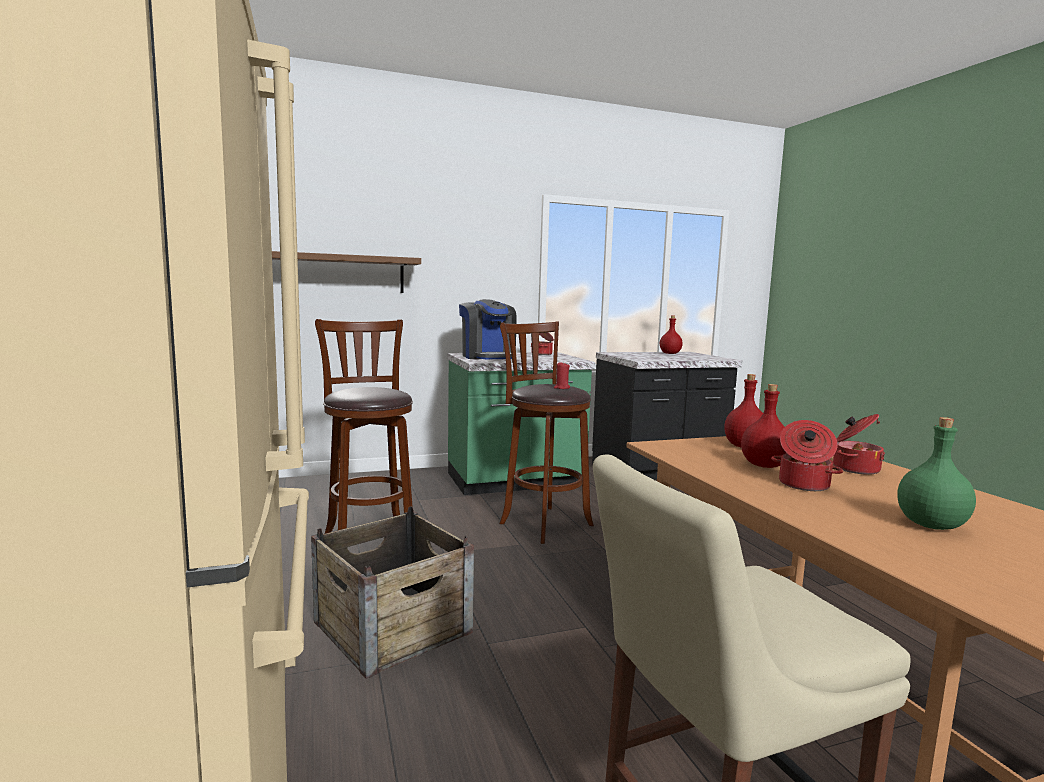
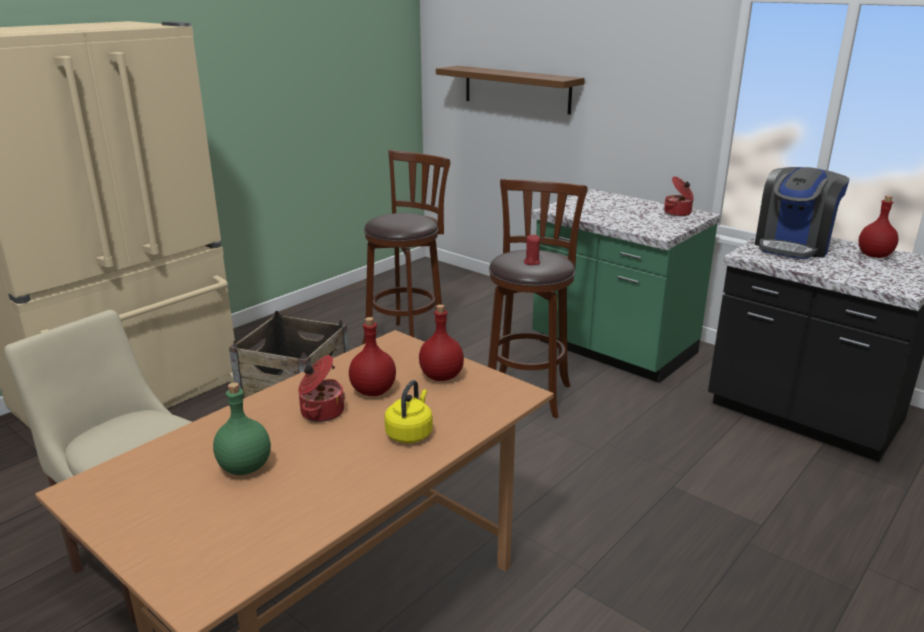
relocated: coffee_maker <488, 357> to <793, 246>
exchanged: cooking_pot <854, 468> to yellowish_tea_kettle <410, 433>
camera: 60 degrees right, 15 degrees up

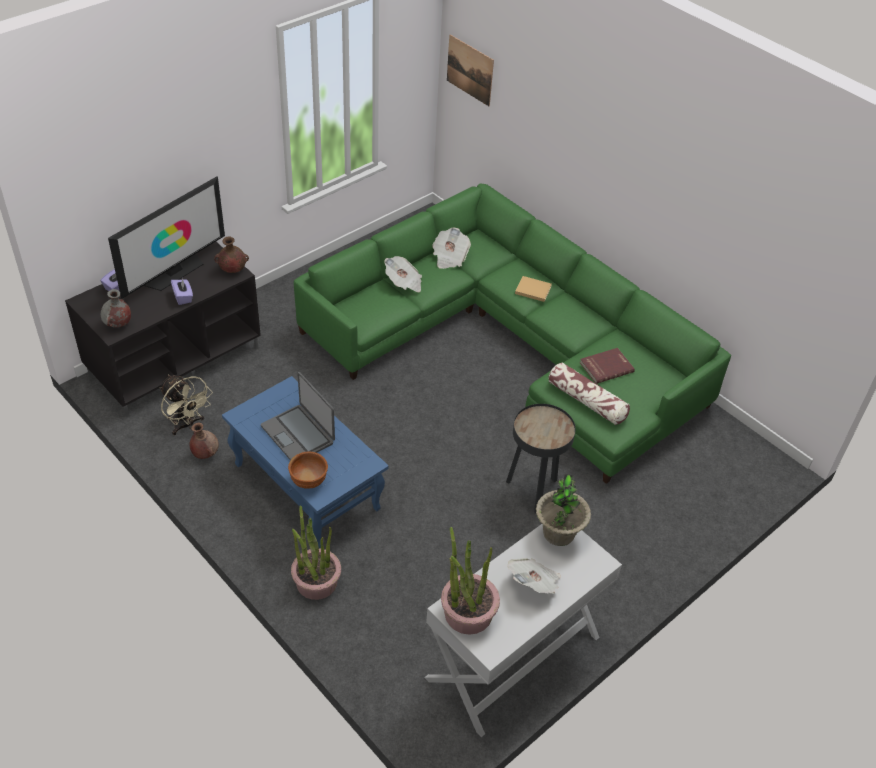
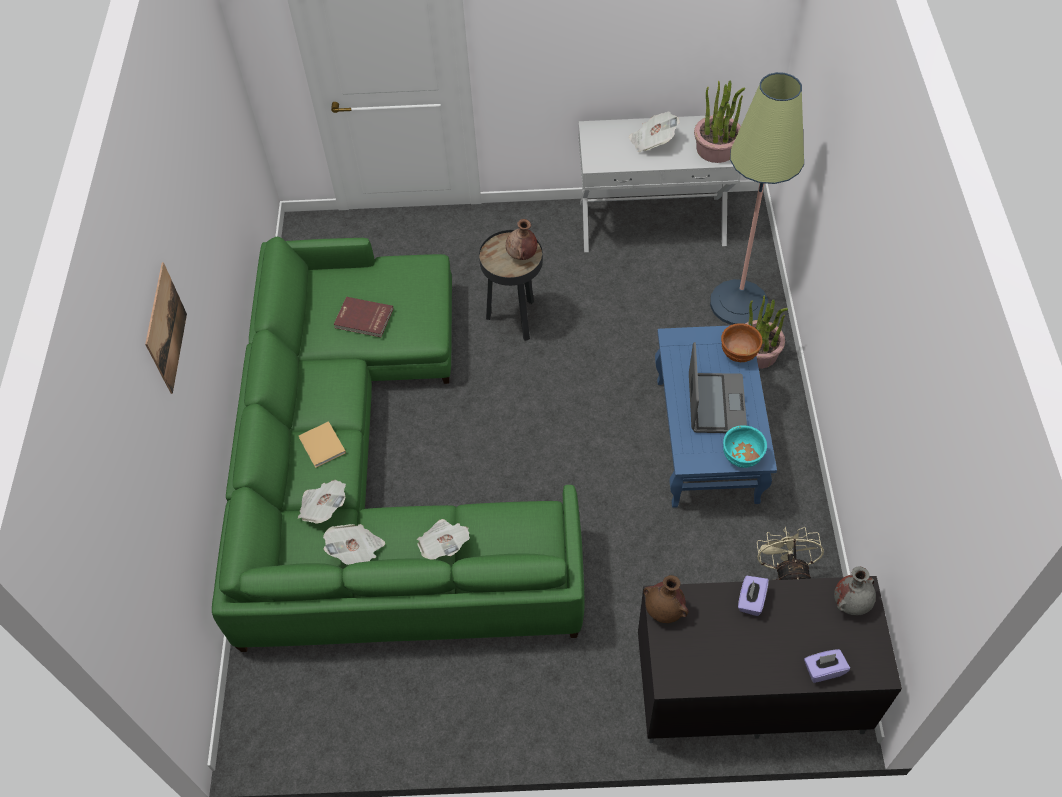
missing: television <174, 272>; plant_in_a_pot <558, 533>; pillow <587, 401>
appeared: printed_paper <323, 508>; floor_lamp <738, 303>; turquoise-coloured_bowl <741, 457>
relocated: picture <470, 70> to <166, 328>; brown_flower_vase <205, 453> to <522, 255>
camera: 135 degrees left, 10 degrees up

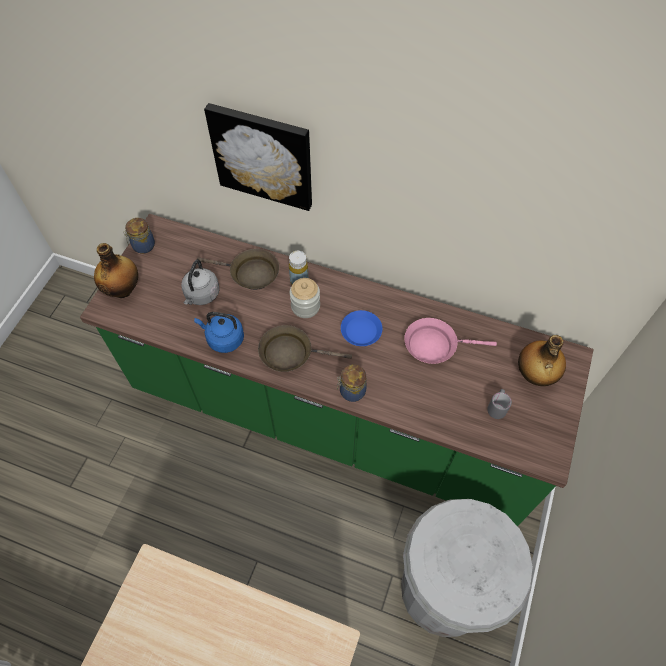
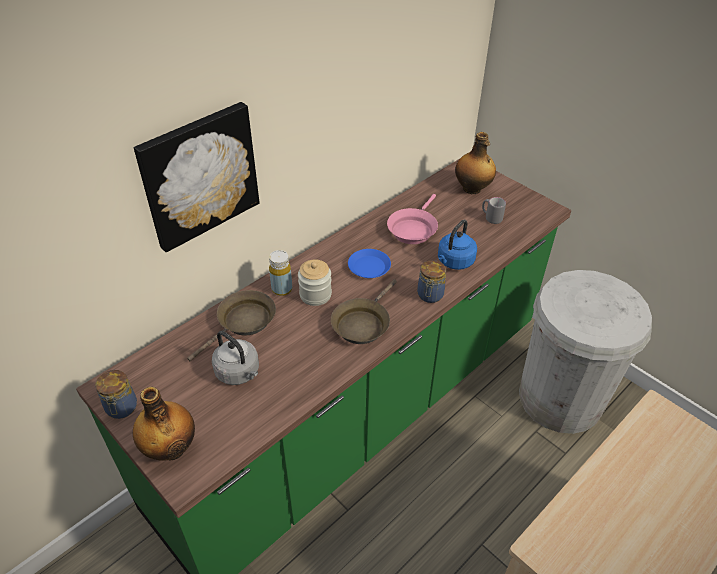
relocated: bluish_tea_kettle <223, 339> to <454, 262>
camera: 65 degrees left, 15 degrees down

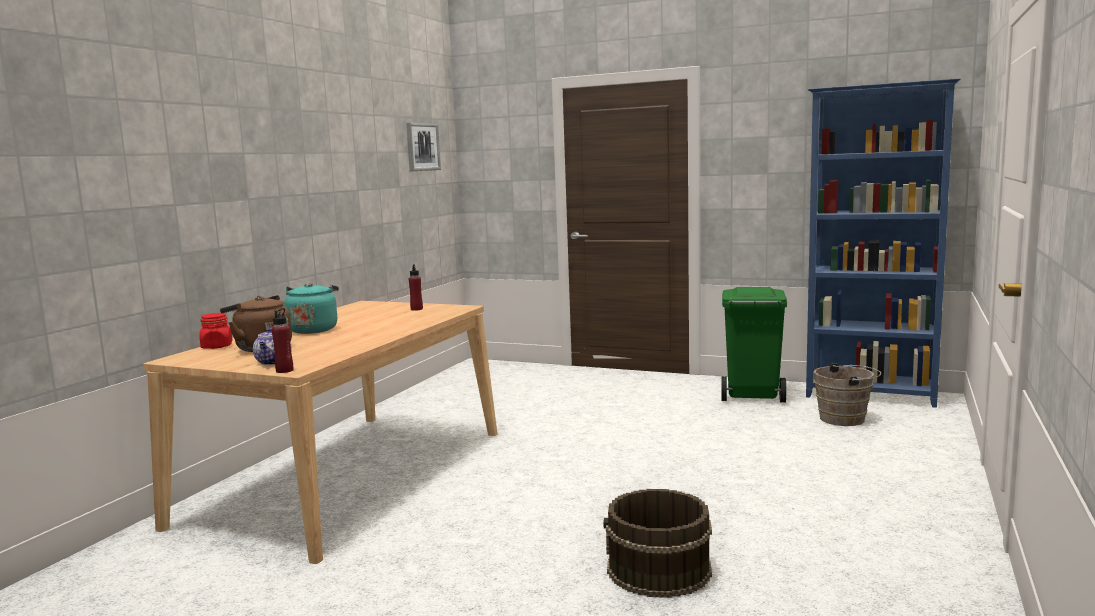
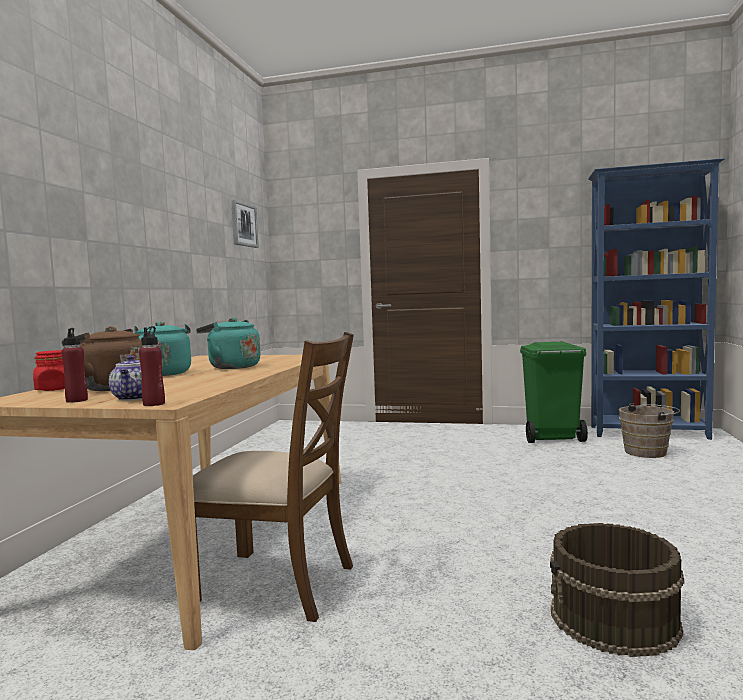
appeared: brown_upright_chair <275, 584>; turquoise-coloured_tea_kettle <231, 367>
relocated: red_bottle <416, 309> to <77, 400>
camera: 10 degrees left, 5 degrees down

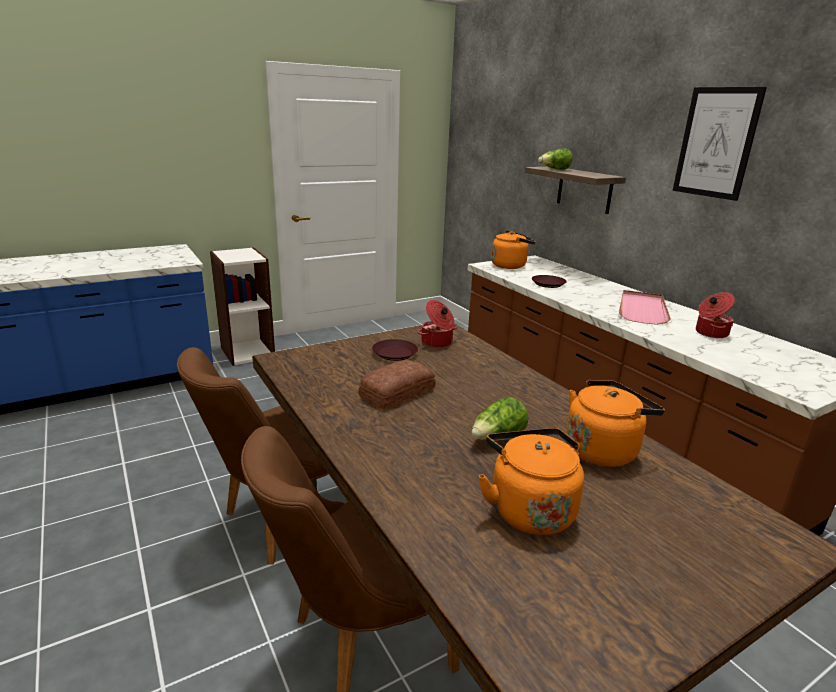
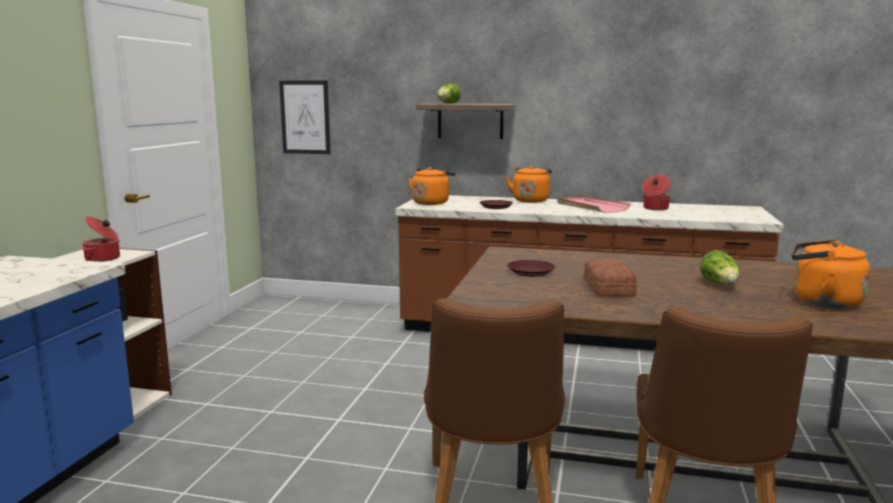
relocated: cooking_pot <437, 342> to <103, 258>; picture <716, 143> to <305, 117>; orangey_tea_kettle <603, 449> to <530, 200>
camera: 45 degrees left, 10 degrees down

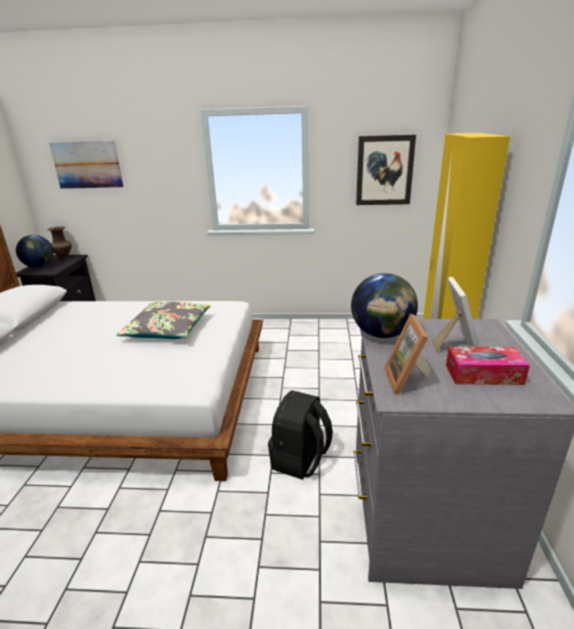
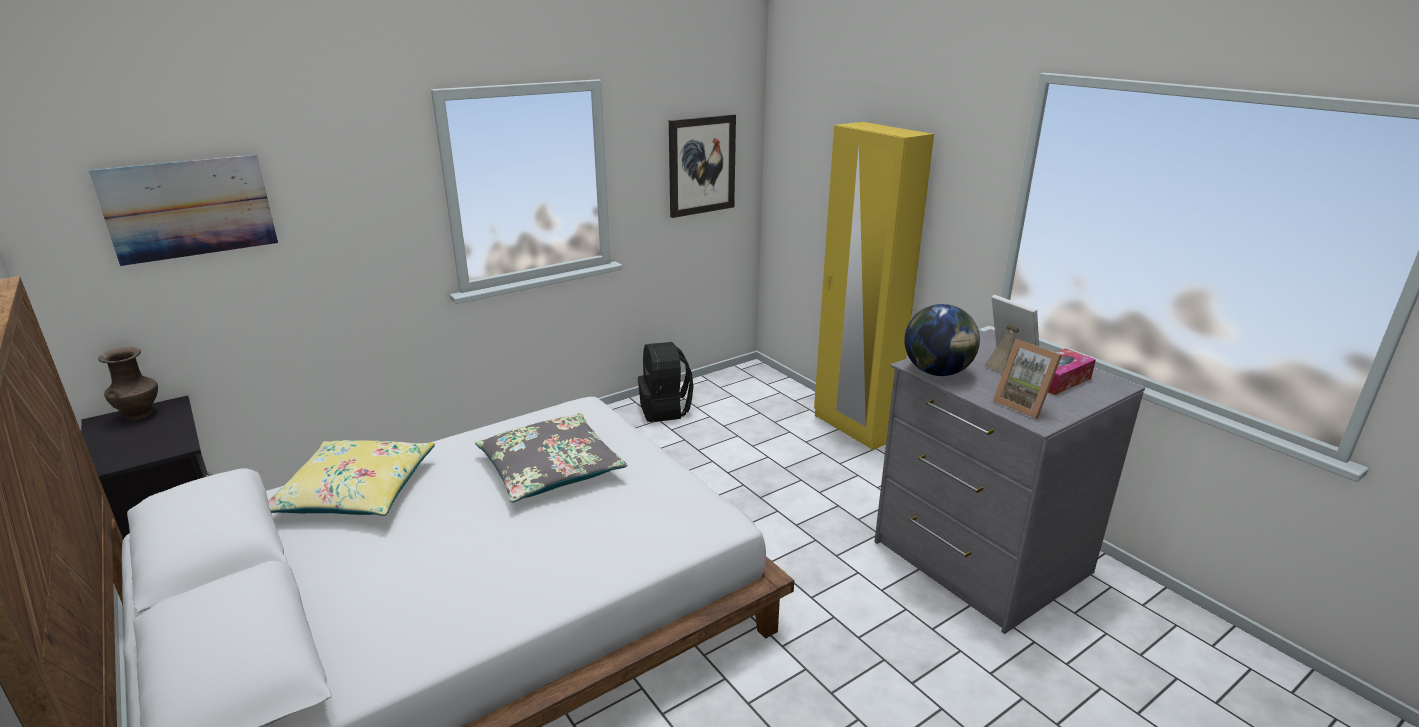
missing: world_globe <39, 266>
appeared: yellowish_pillow <356, 492>
relocated: black_rucksack <300, 460> to <665, 410>
camera: 40 degrees left, 0 degrees up

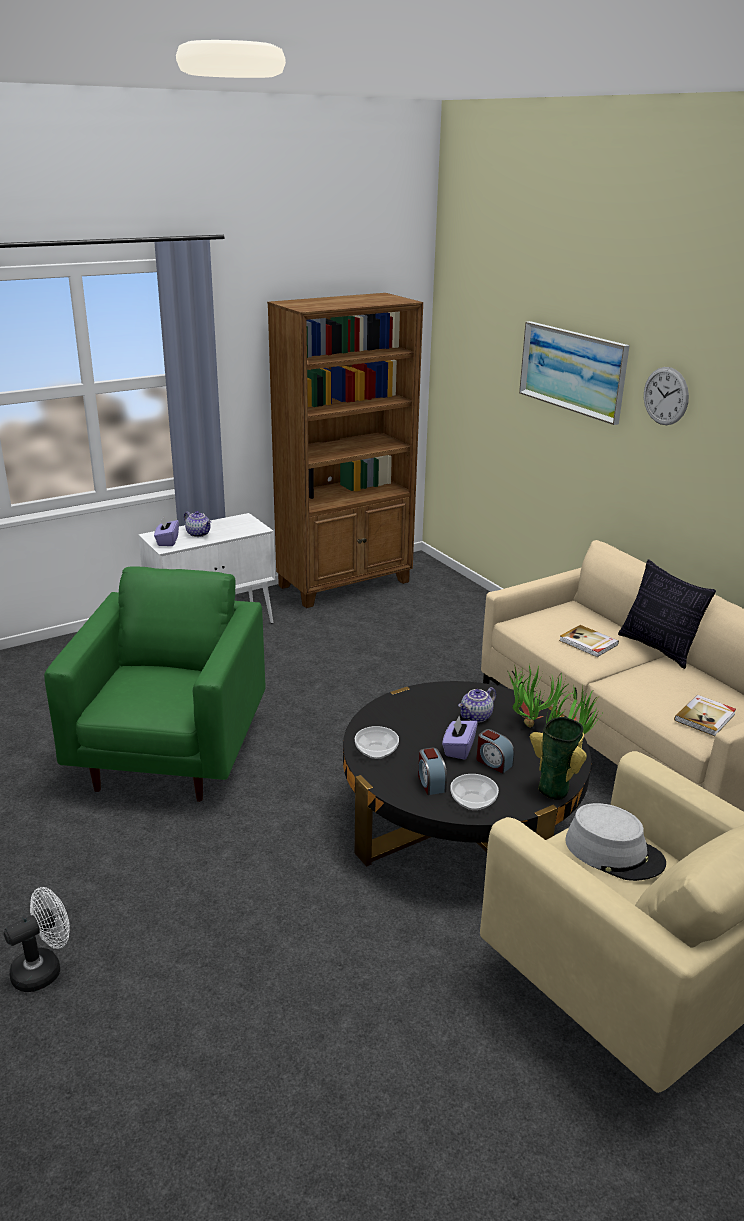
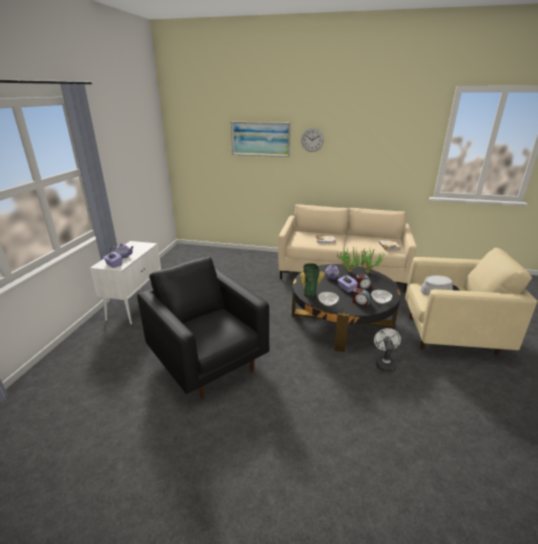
missing: brown_bookcase <346, 584>; pillow <658, 648>
relocated: flower_vase <555, 787> to <309, 293>; white-coloured_cooling_fan <44, 969> to <384, 363>
colour: green_lounge_chair <171, 753> to black_lounge_chair <208, 361>
camera: 45 degrees left, 0 degrees up

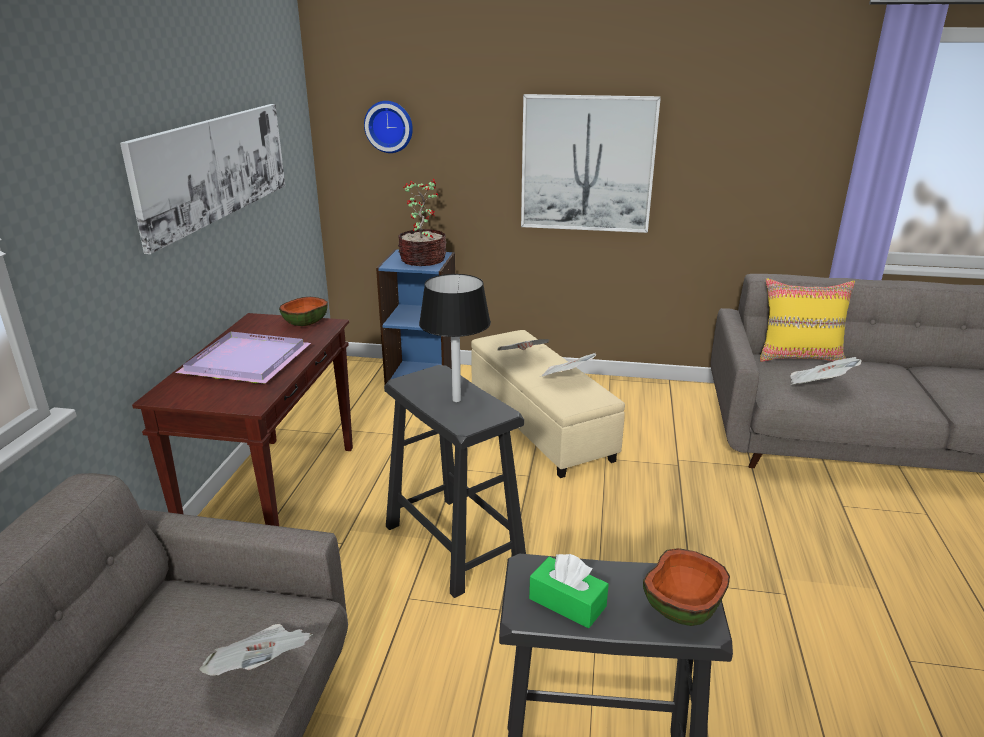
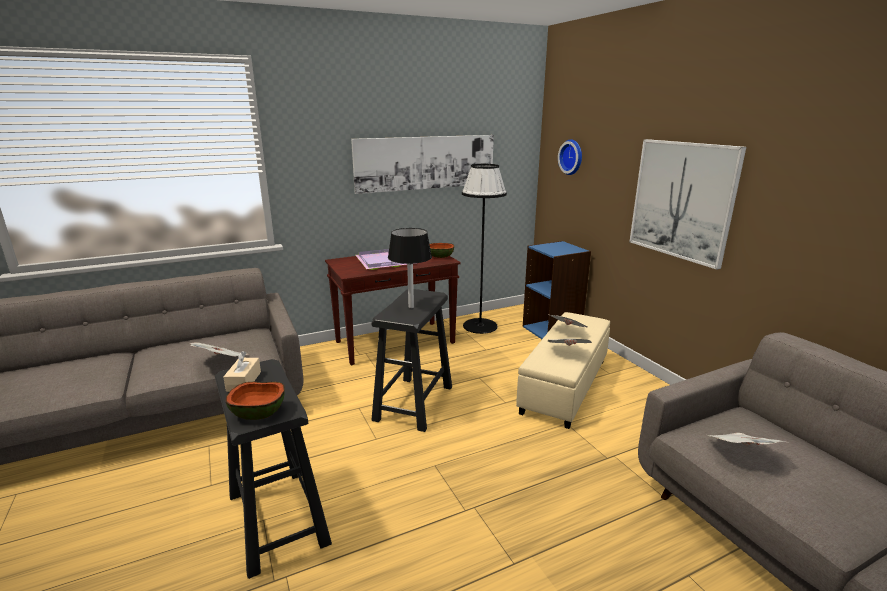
missing: plant_in_a_pot <423, 260>; yellowish_pillow <799, 357>
appeared: black_floor_lamp <480, 326>
colour: green_box_of_tissues <567, 602> to beige-coloured_box_of_tissues <244, 381>
camera: 55 degrees right, 5 degrees down

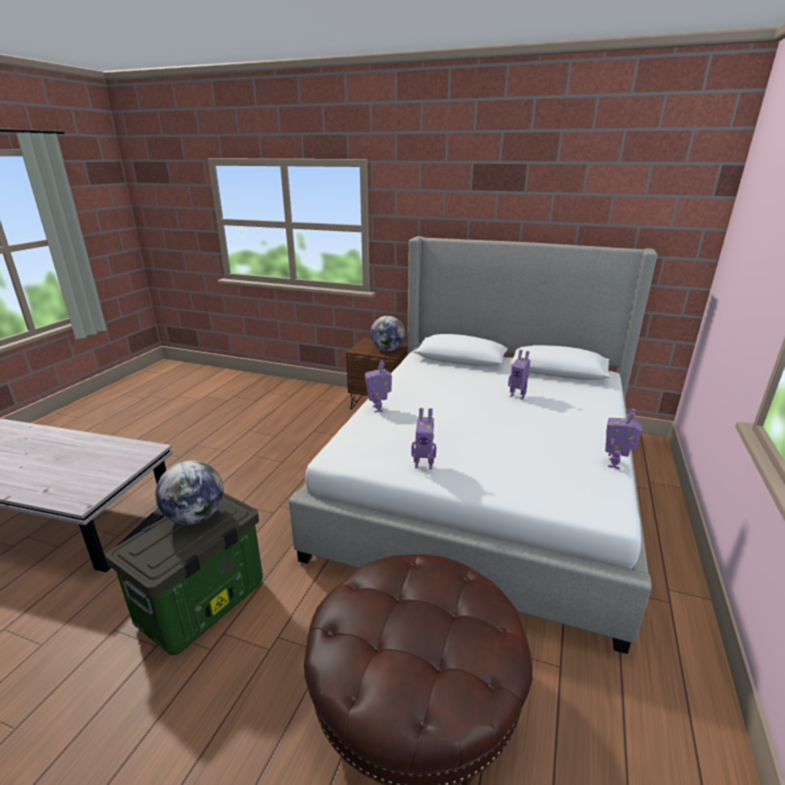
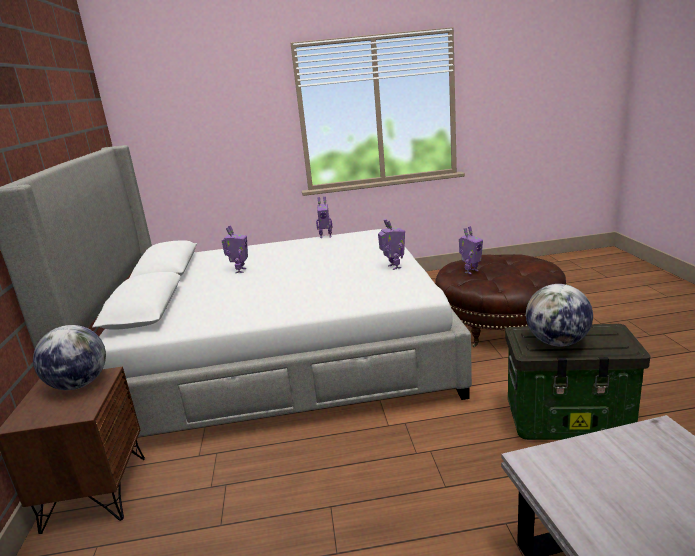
relocated: robot_figure <378, 409> to <470, 271>
camera: 115 degrees left, 5 degrees down

